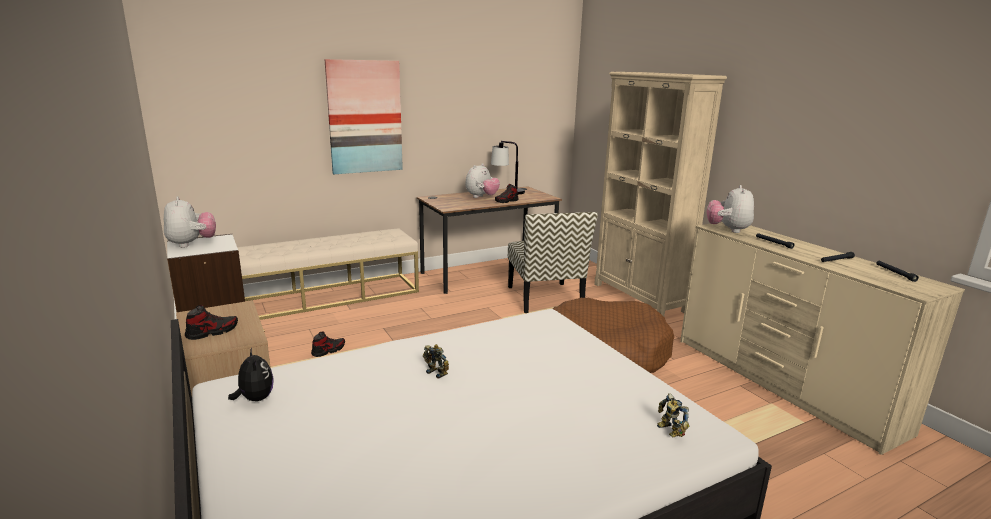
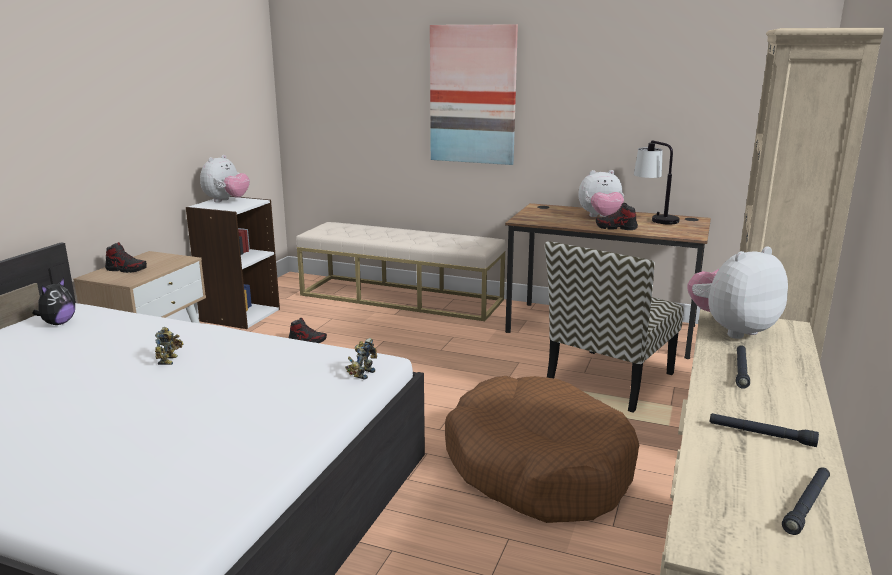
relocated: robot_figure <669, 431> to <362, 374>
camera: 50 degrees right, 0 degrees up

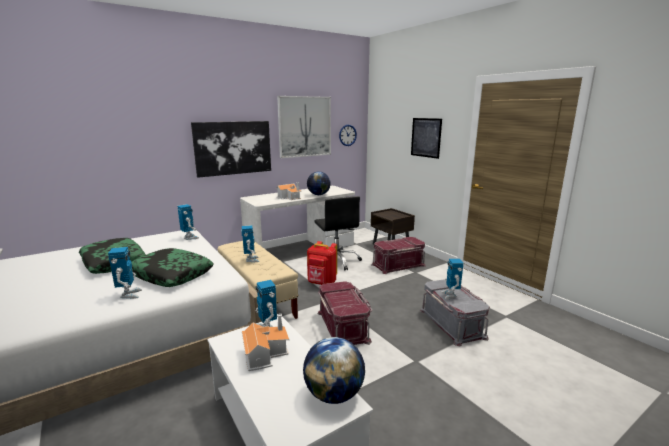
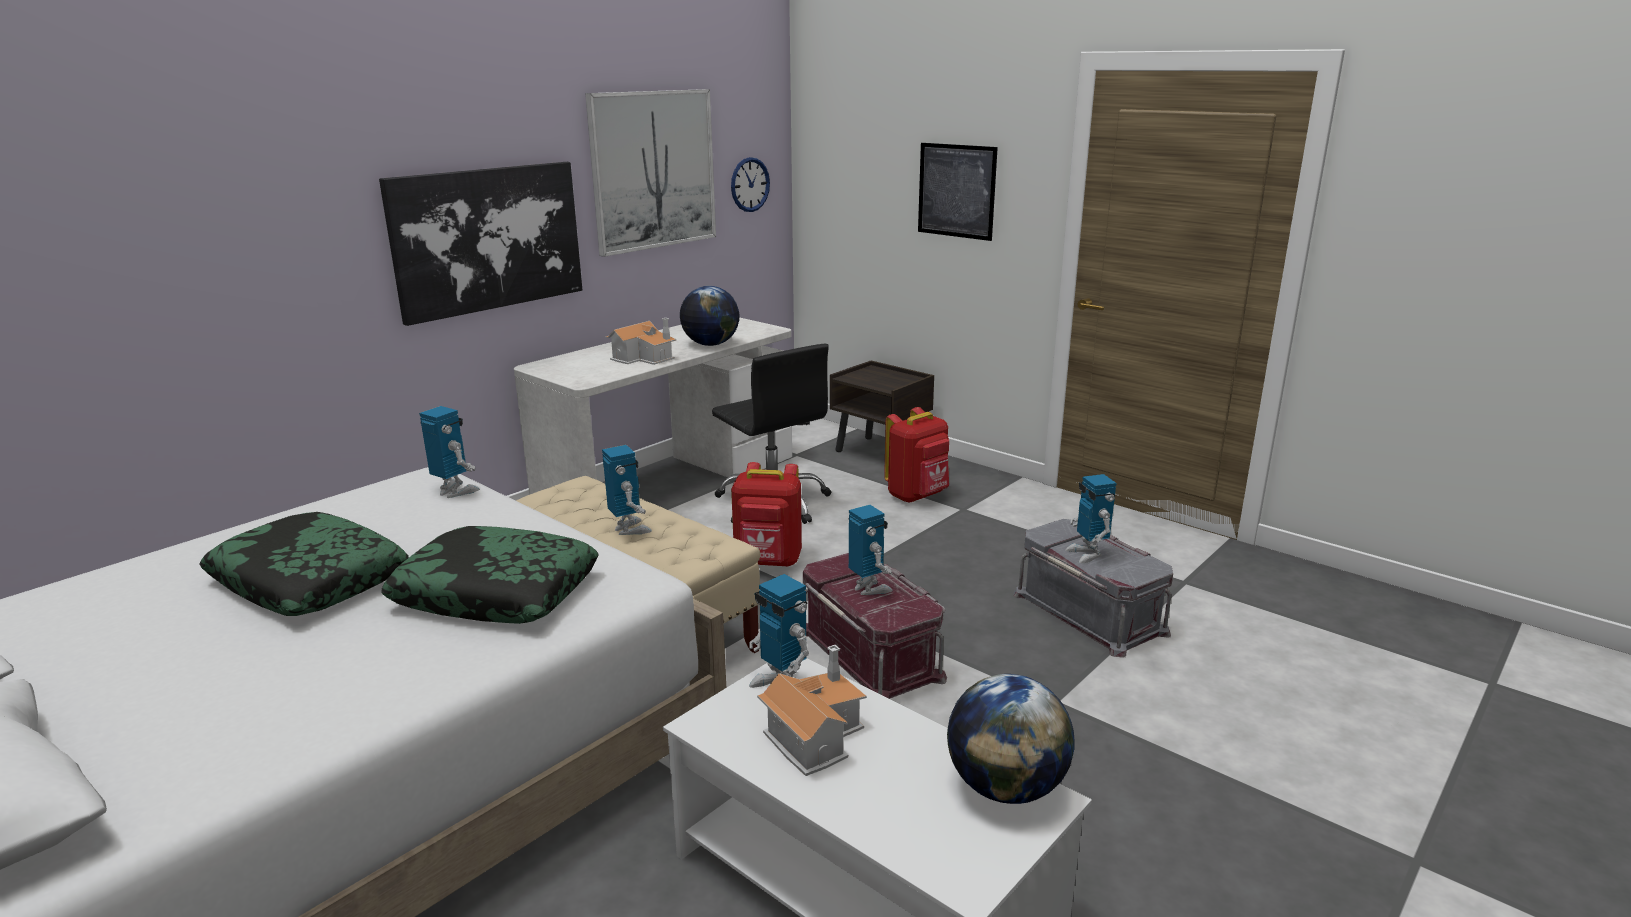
relocated: robot_figure <129, 295> to <869, 588>
exchanged: red_storage_bin <398, 265> to red_rucksack <917, 496>
camera: 15 degrees left, 5 degrees up

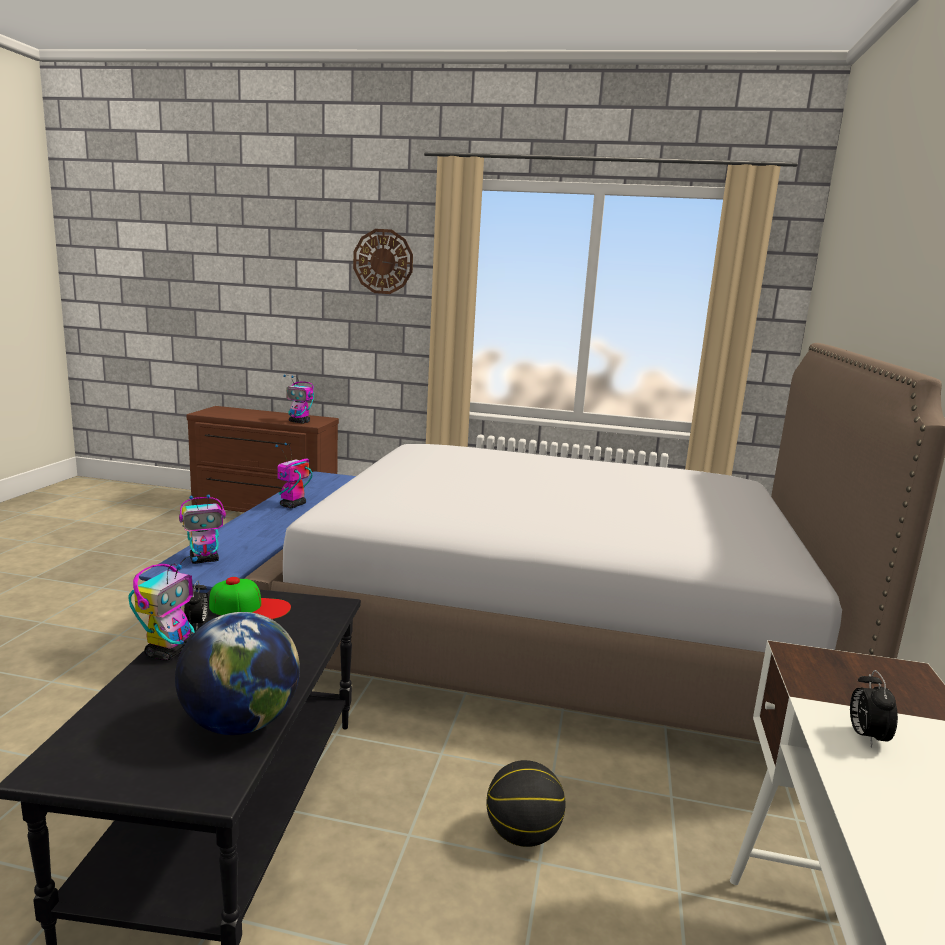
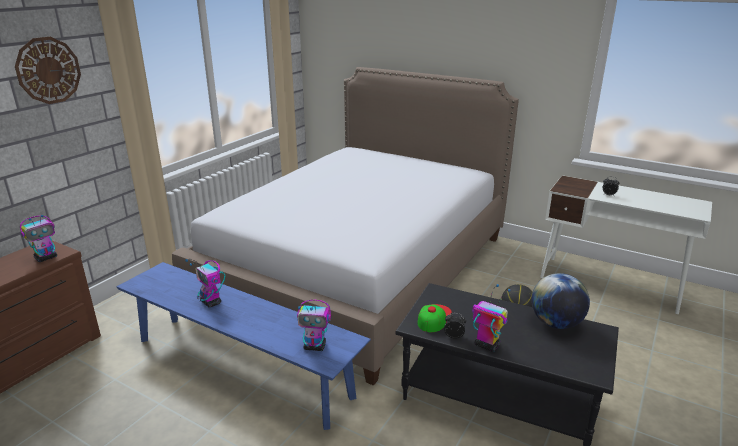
spun: robot_figure <205, 560> = <315, 346> 105 degrees clockwise
camera: 70 degrees left, 10 degrees up

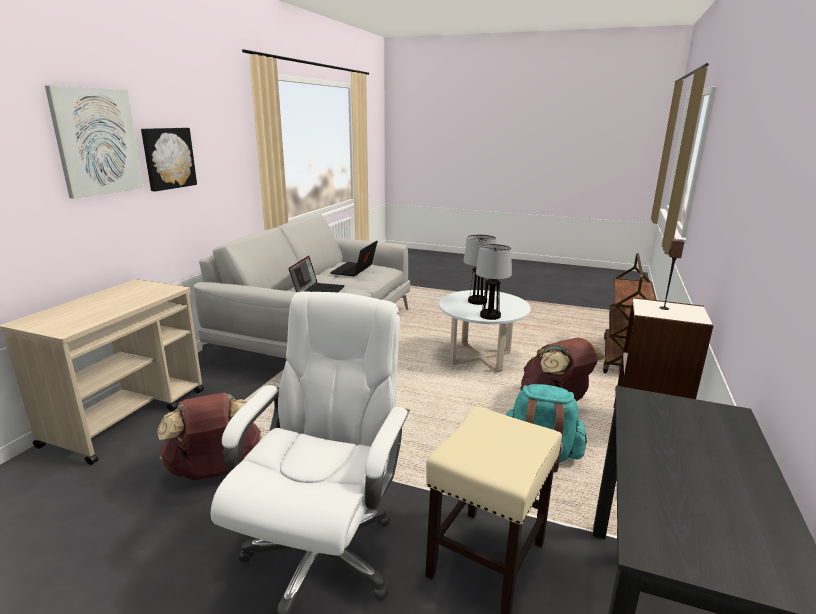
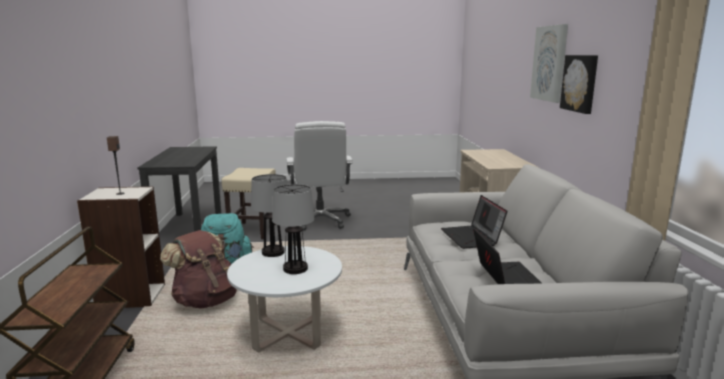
missing: brown_rucksack <215, 471>
camera: 155 degrees right, 5 degrees down

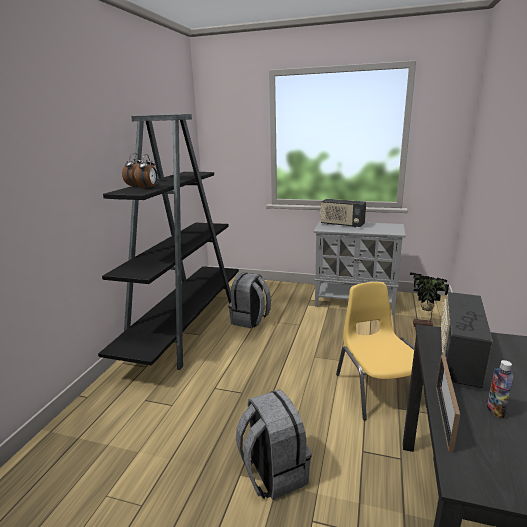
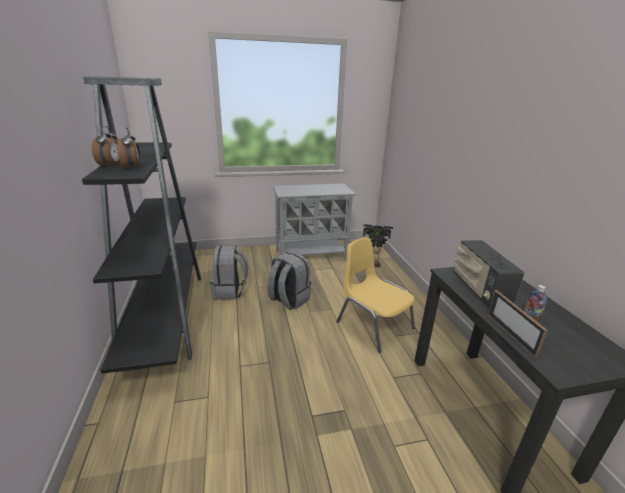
missing: radio_receiver <342, 224>
relocated: greyish_rucksack <272, 472> to <288, 300>
camera: 30 degrees left, 5 degrees up

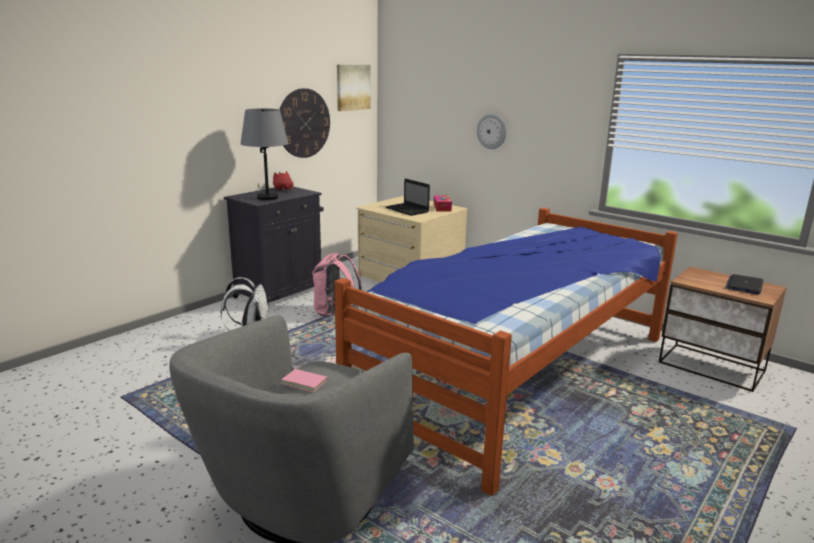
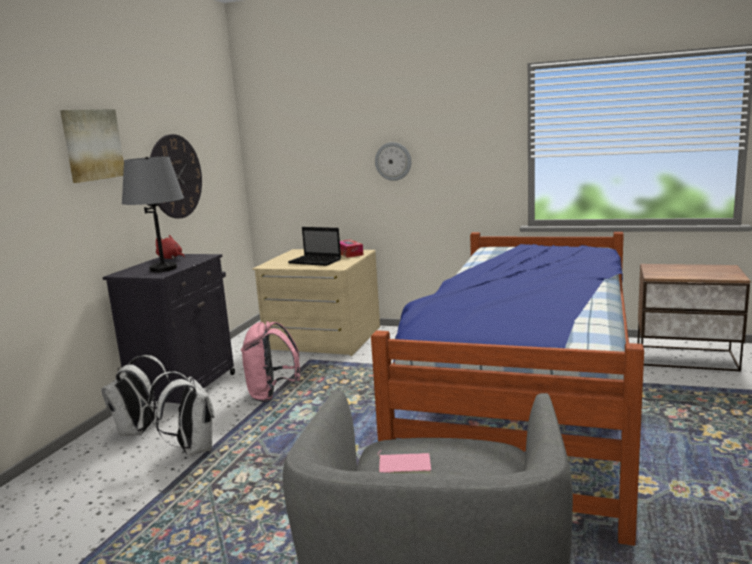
missing: portable_computer <744, 285>
appeared: white-coloured_rucksack <140, 431>
relocated: picture <352, 87> to <92, 144>
camera: 20 degrees left, 5 degrees down

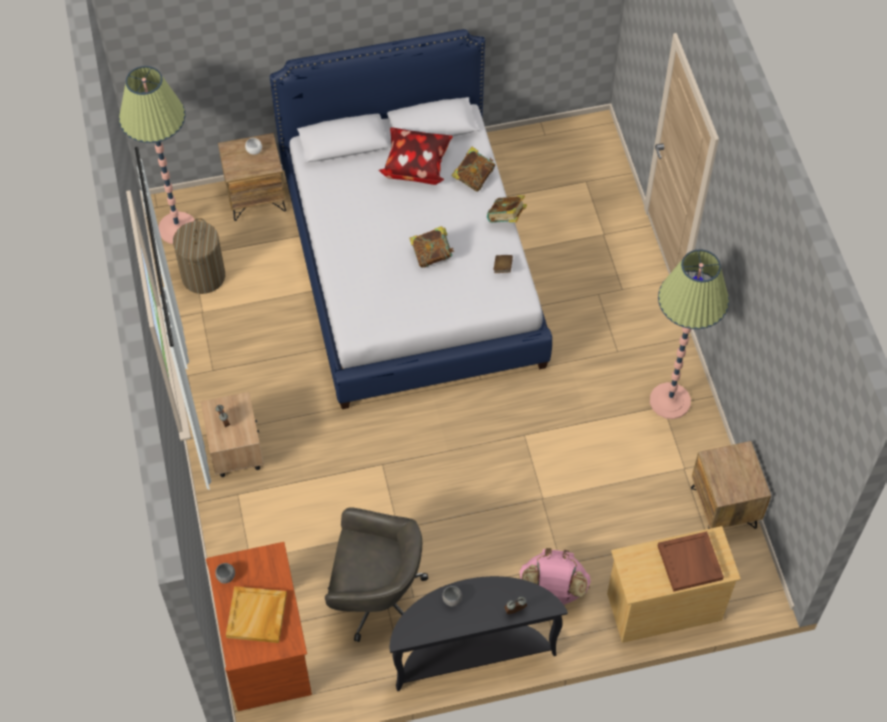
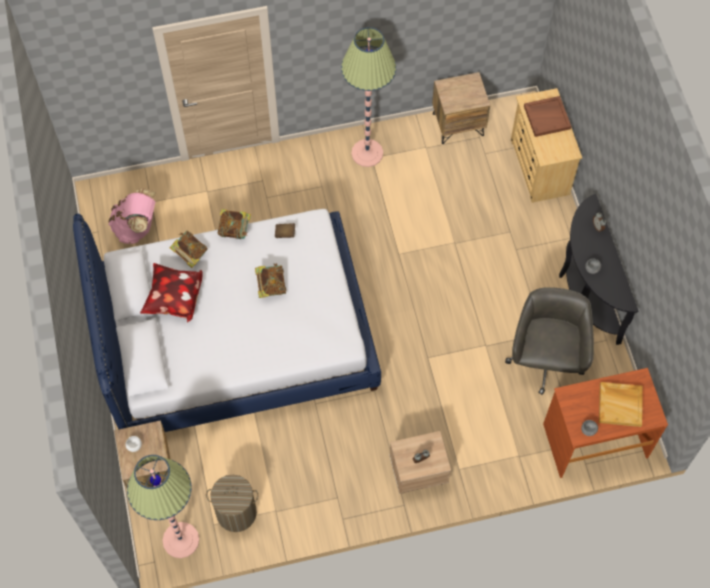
relocated: pinkish_rucksack <553, 589> to <137, 227>
camera: 90 degrees left, 5 degrees up

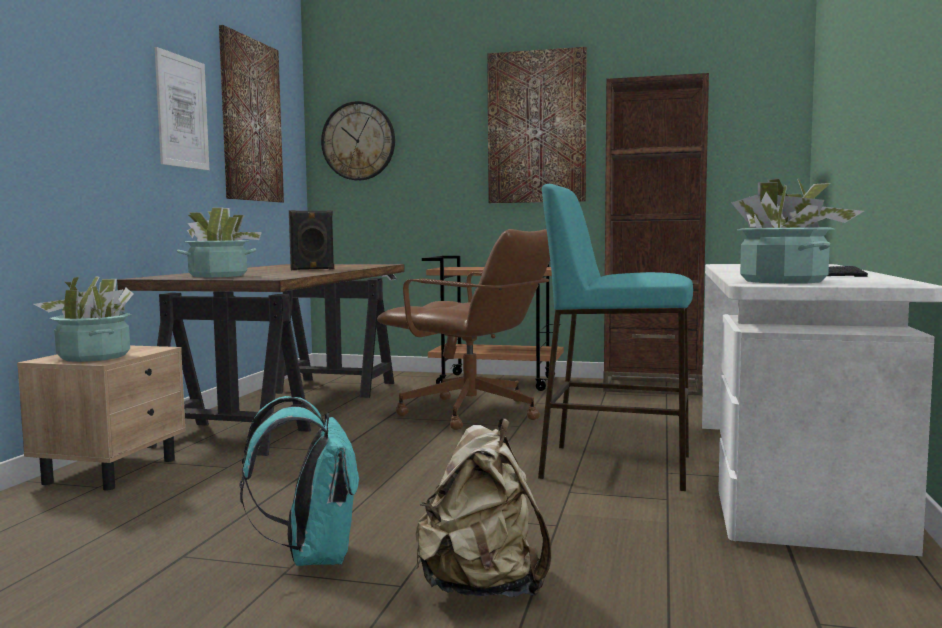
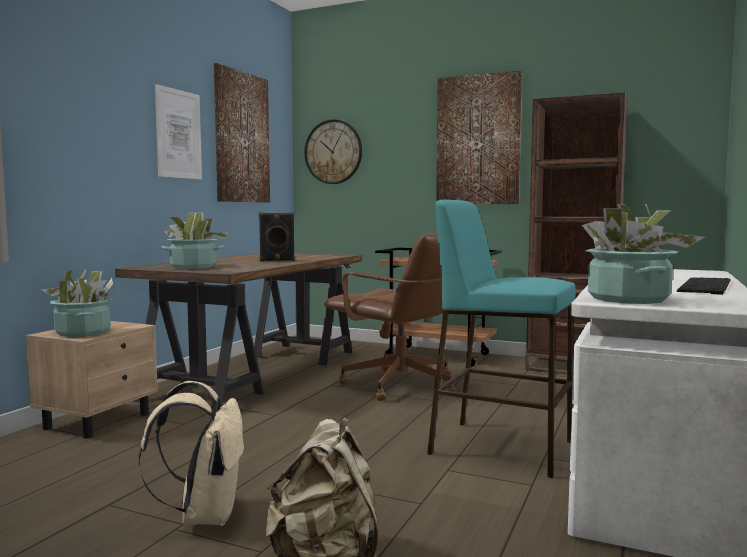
colour: turquoise-coloured_rucksack <312, 556> to beige-coloured_rucksack <205, 515>
camera: 10 degrees right, 0 degrees up

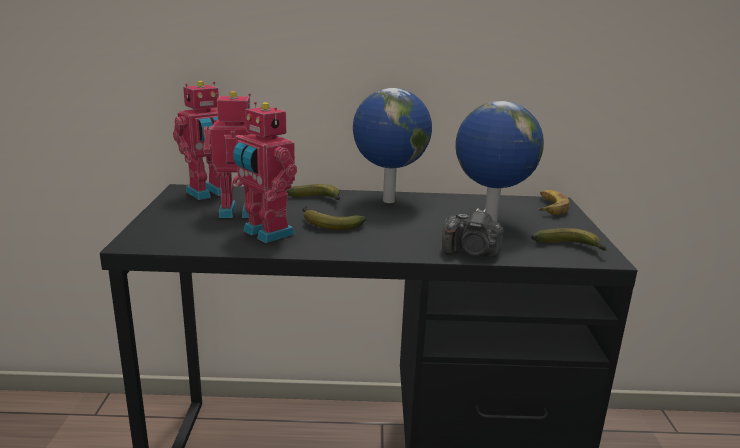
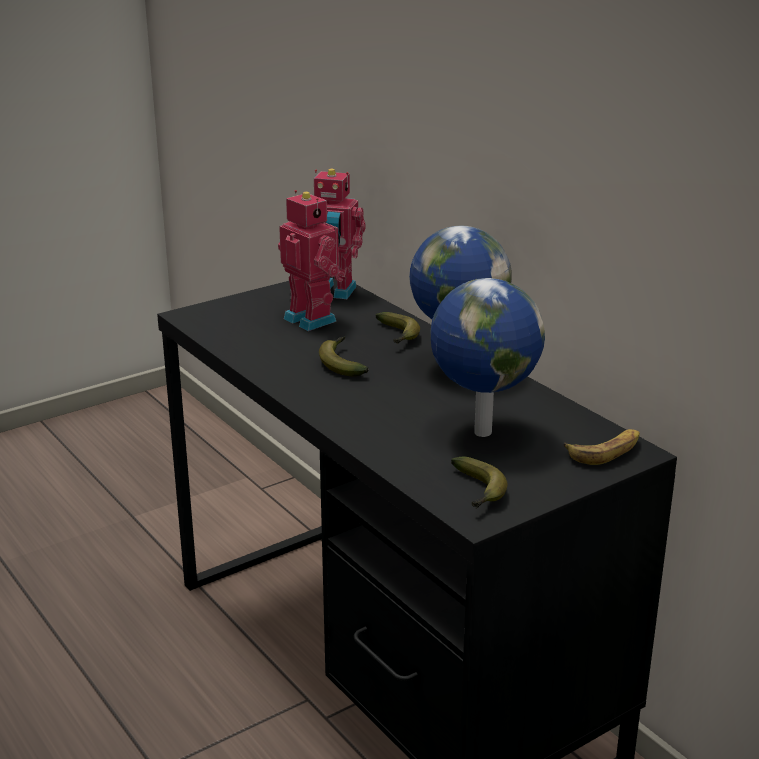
missing: robot_figure <265, 233>; photo_camera <471, 253>
camera: 55 degrees right, 5 degrees up

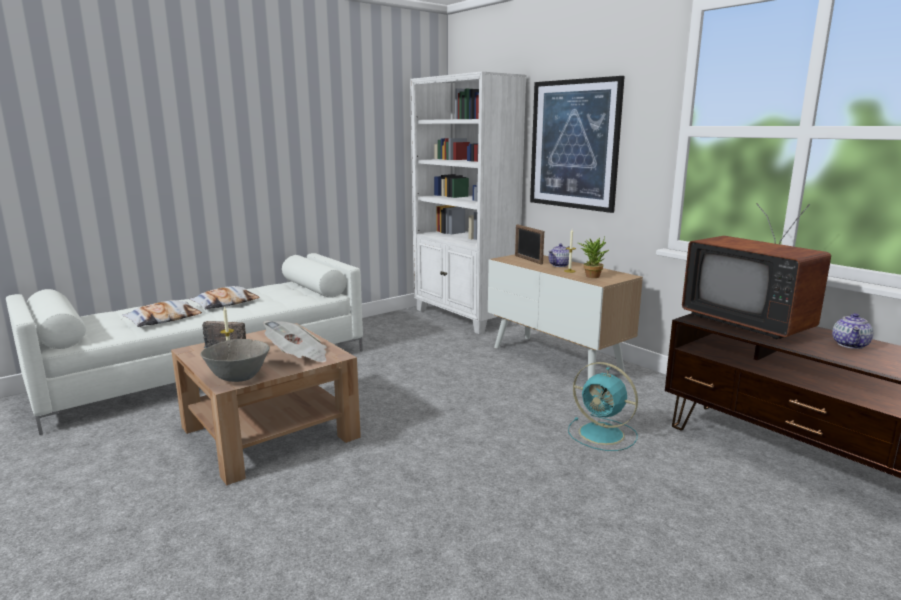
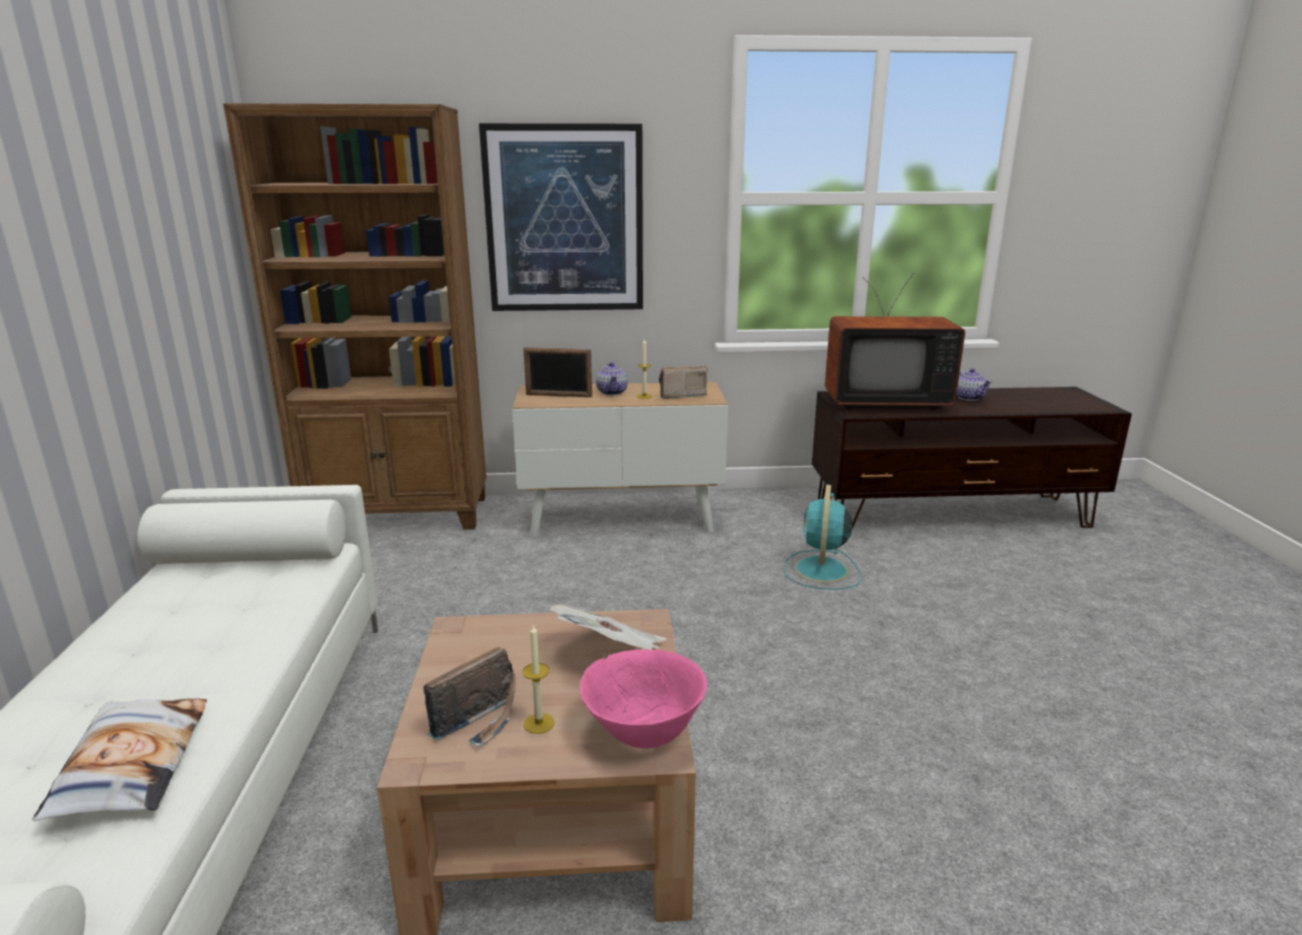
missing: pillow <225, 303>
exchanged: plant_in_a_pot <591, 276> to radio_receiver <680, 395>
colour: white-coloured_bookcase <464, 317> to brown_bookcase <400, 515>; greyish_bowl <238, 378> to pinkish_bowl <643, 733>
spun: turquoise-coloured_cooling_fan <603, 434> = <821, 571> 120 degrees clockwise
camera: 55 degrees left, 5 degrees up

